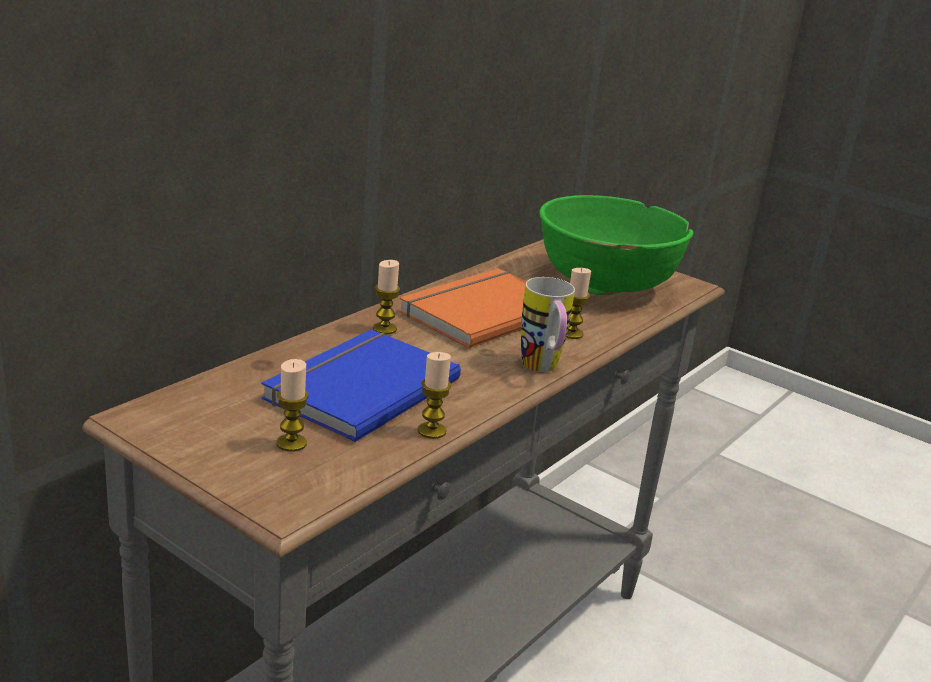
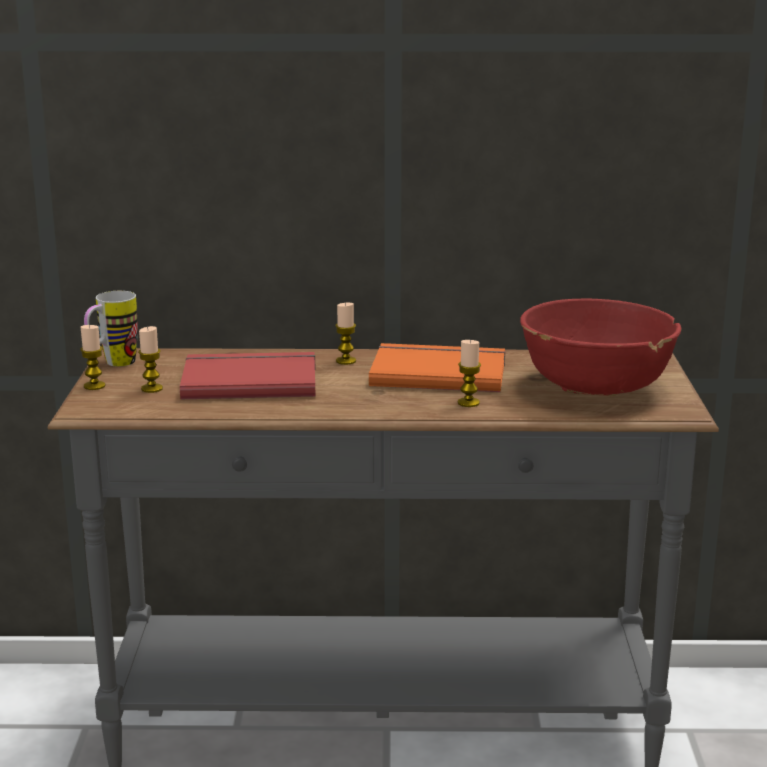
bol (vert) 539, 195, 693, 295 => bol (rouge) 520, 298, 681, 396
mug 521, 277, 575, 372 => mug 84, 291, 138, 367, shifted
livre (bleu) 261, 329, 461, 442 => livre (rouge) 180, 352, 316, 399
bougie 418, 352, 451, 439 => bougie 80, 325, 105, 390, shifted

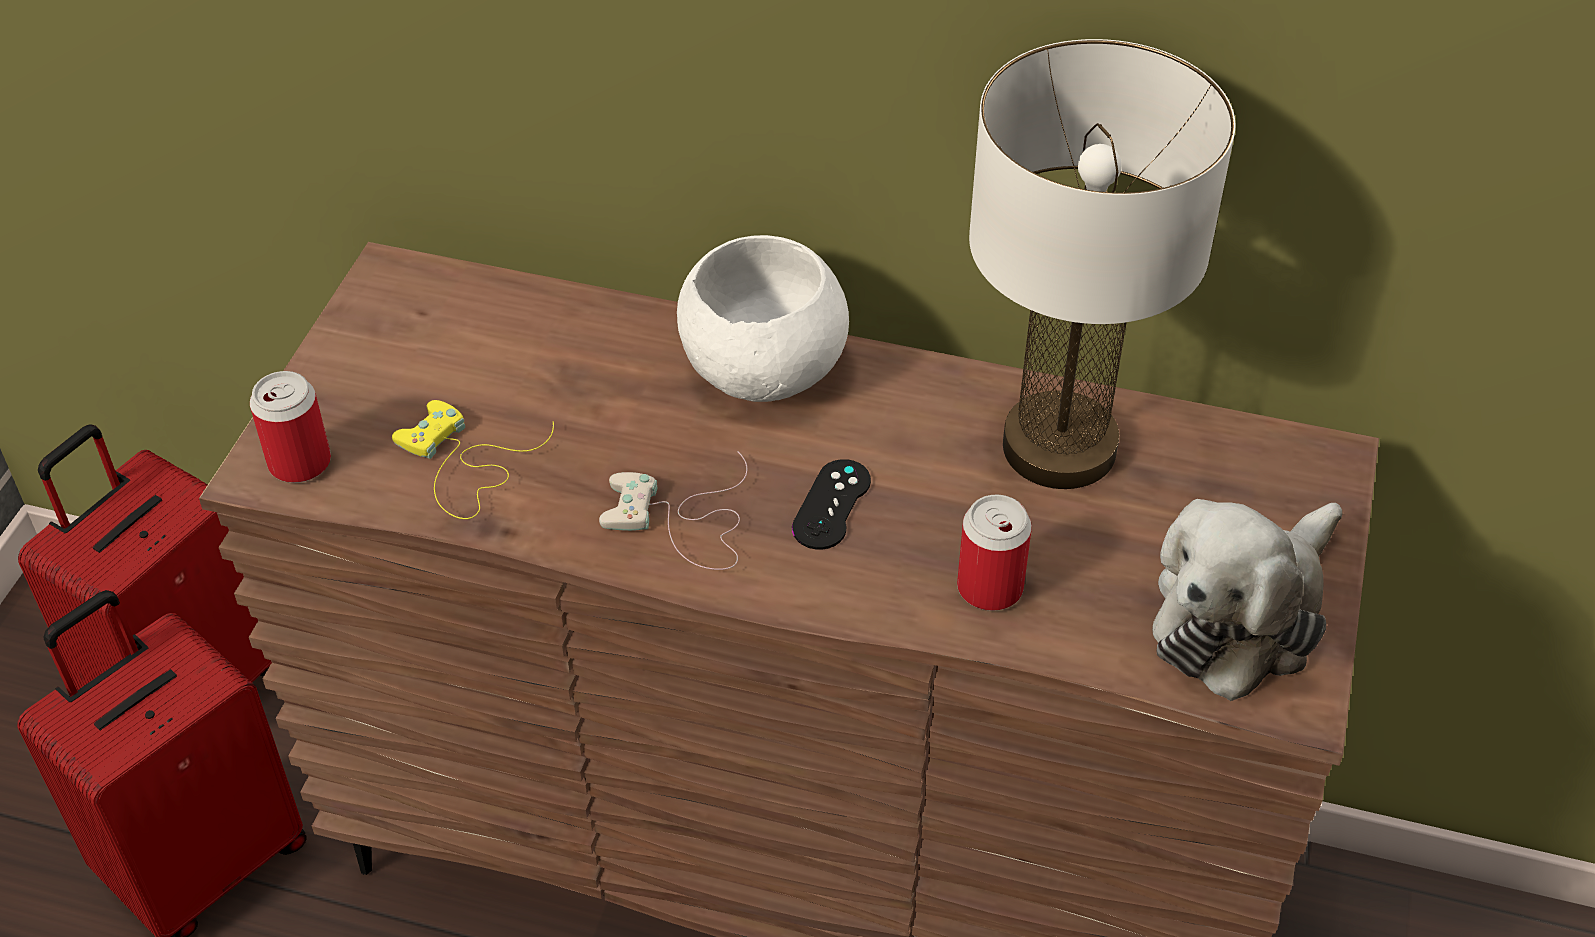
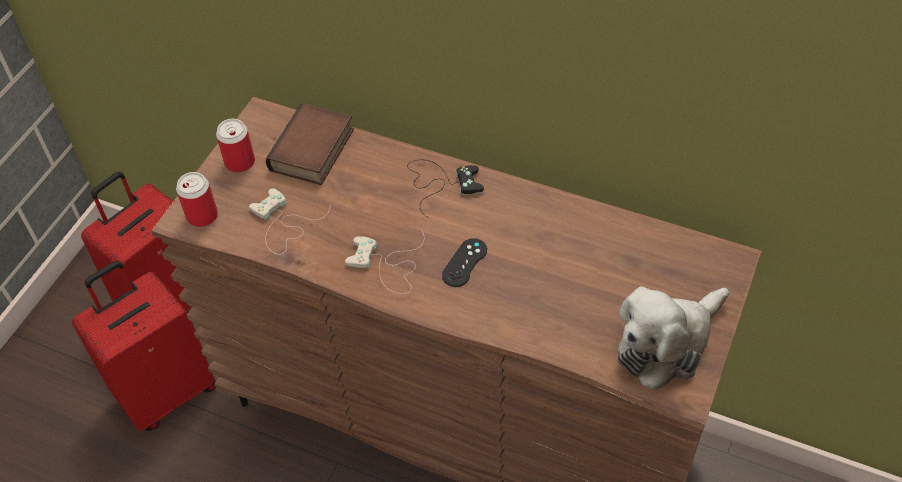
lampe de table 969, 39, 1235, 489 => nothing
bol (blanc) 677, 235, 849, 402 => manette (noir) 407, 160, 484, 218
manette (jaune) 392, 400, 554, 519 => manette (blanc) 249, 188, 331, 255
boîte métallique 957, 495, 1032, 611 => boîte métallique 216, 119, 255, 173, shifted
nothing => livre 266, 103, 354, 185

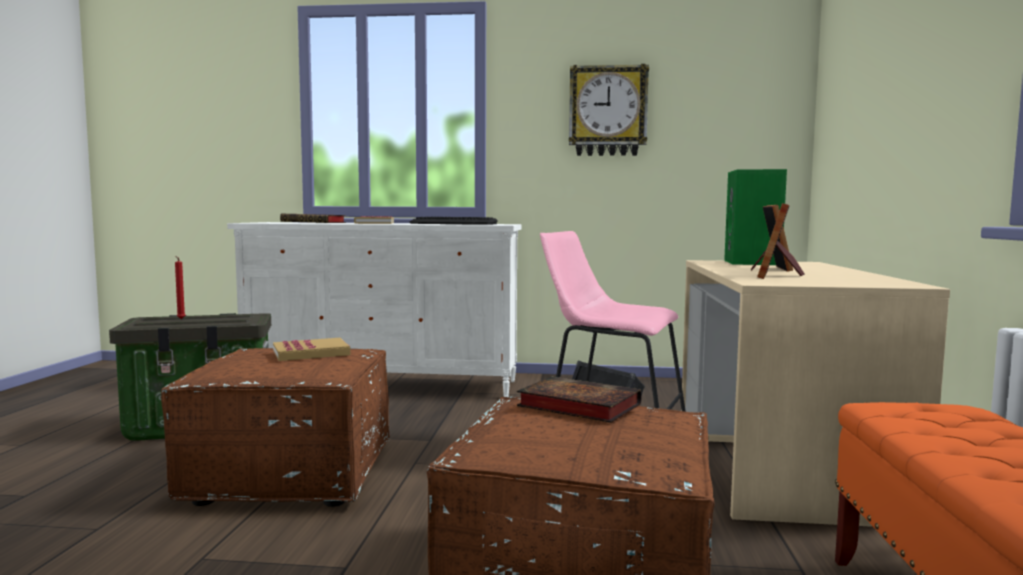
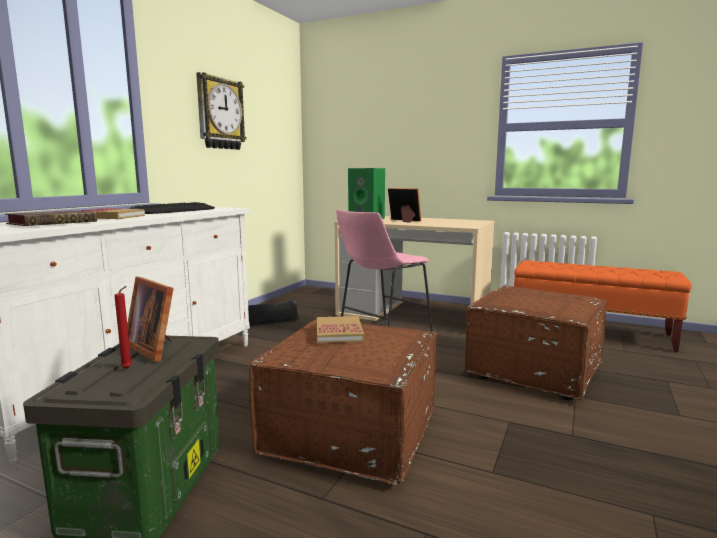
cadre photo 757, 203, 805, 279 => cadre photo 127, 277, 174, 362, shifted
livre 517, 376, 641, 423 => nothing

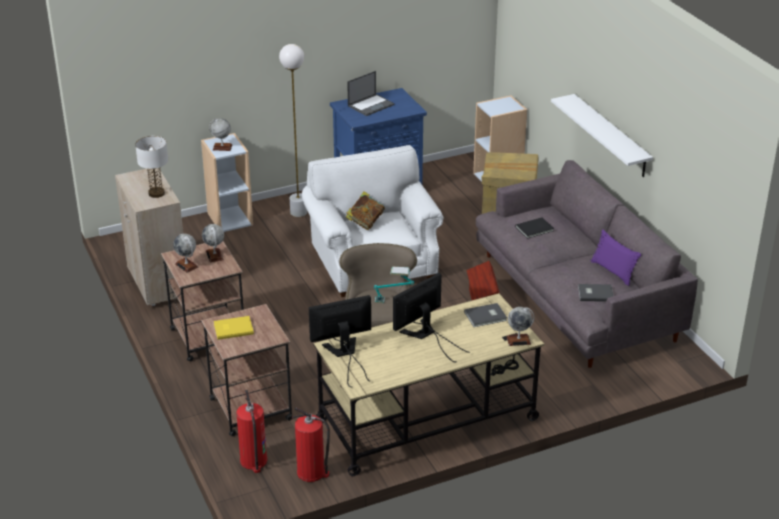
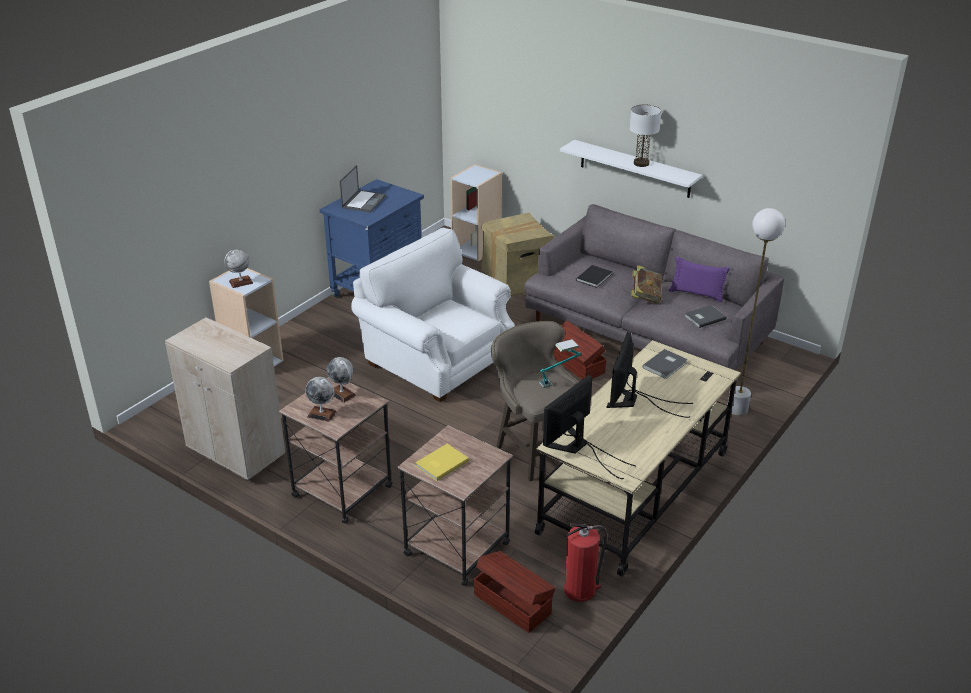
lampadaire (blanc) 279, 44, 307, 217 => lampadaire (blanc) 728, 208, 785, 415, shifted
lampe de table 135, 136, 168, 198 => lampe de table 629, 104, 662, 167, shifted
livre 346, 191, 385, 230 => livre 631, 265, 662, 303, shifted
globe 506, 307, 535, 346 => nothing
extincteur 236, 390, 267, 473 => boîte de rangement (marron) 474, 551, 556, 633

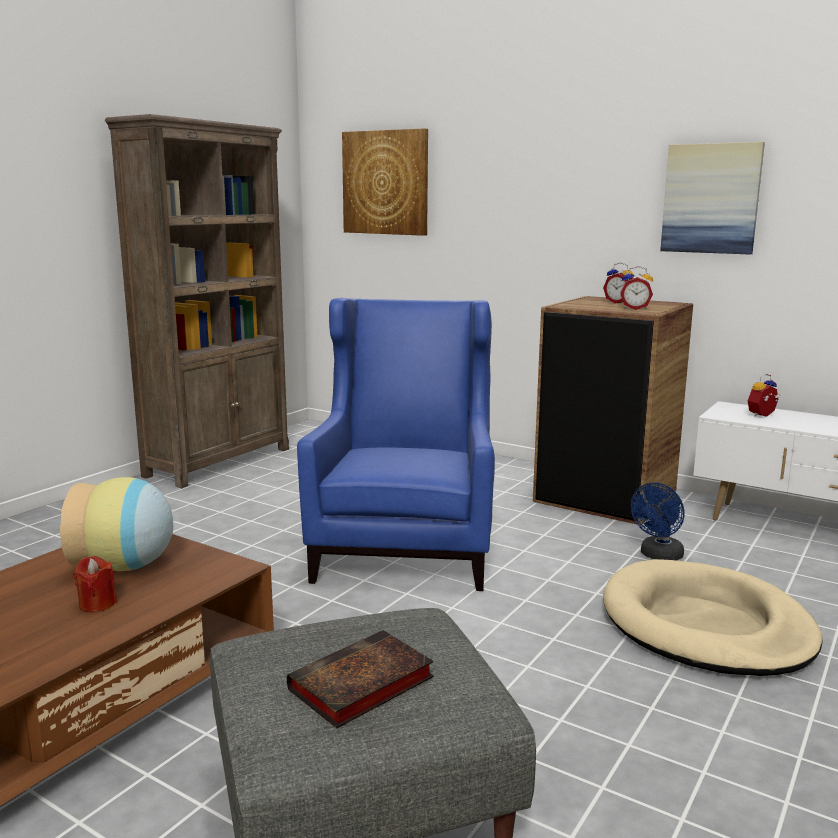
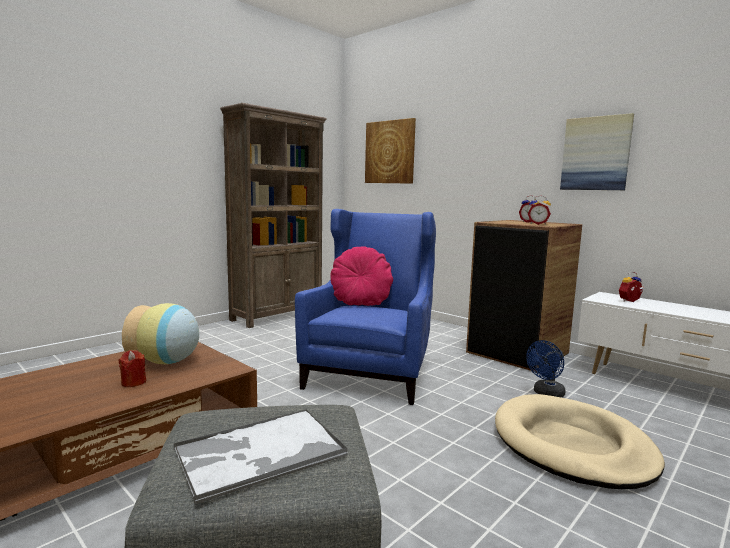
livre 287, 630, 434, 728 => plateau 174, 409, 348, 504
nothing => coussin (rose) 330, 246, 393, 306

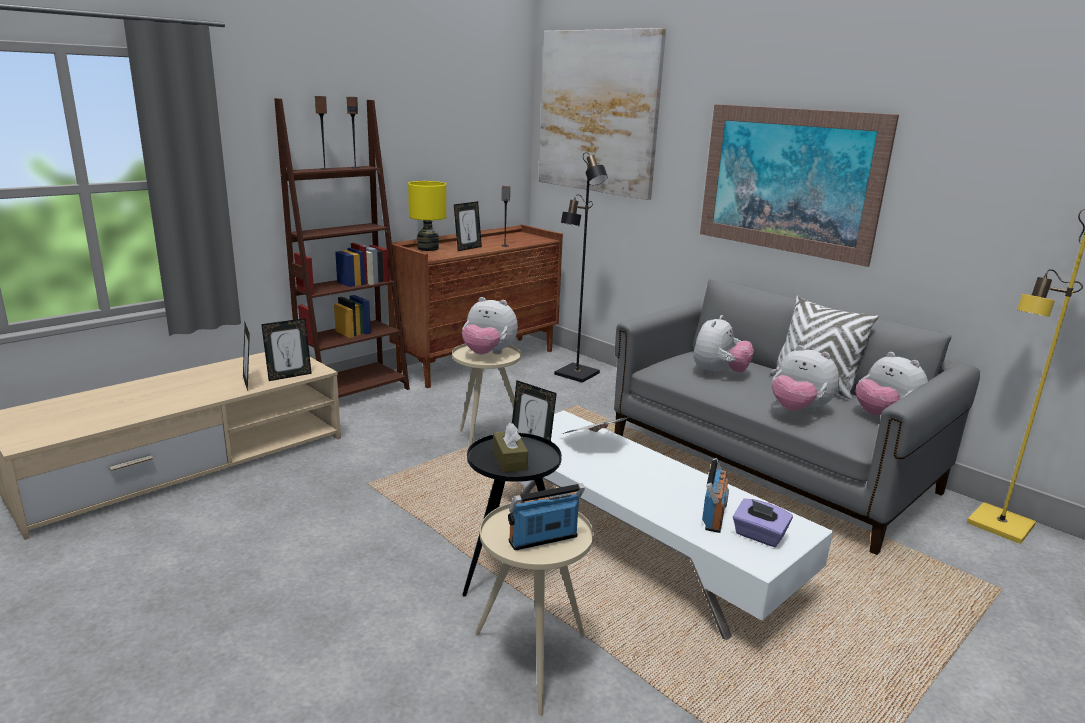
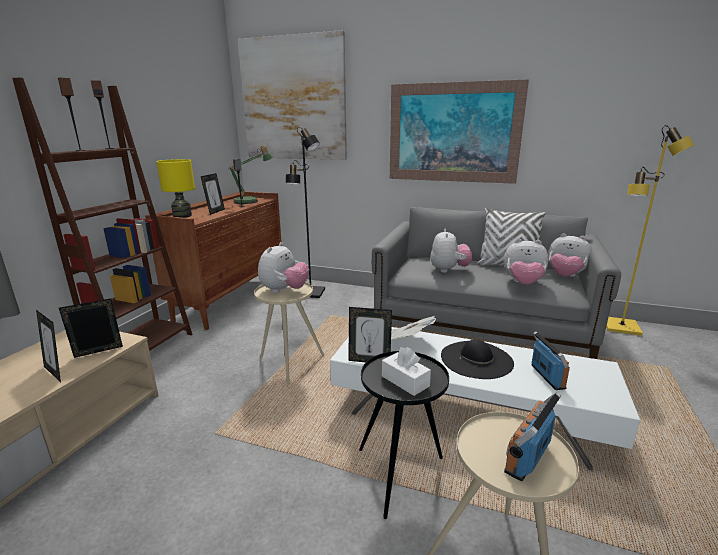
peluche 462, 297, 518, 355 => peluche 258, 242, 309, 293, 60 degrees counterclockwise
cadre photo 261, 318, 312, 381 => cadre photo 59, 298, 123, 358, 150 degrees counterclockwise
boîte à mouchoirs (marron) 493, 423, 528, 473 => boîte à mouchoirs (blanc) 382, 347, 431, 396
boîte à mouchoirs (violet) 733, 499, 793, 547 => nothing
nothing => lampe de table 228, 145, 273, 204
nothing => chapeau (noir) 441, 339, 514, 379

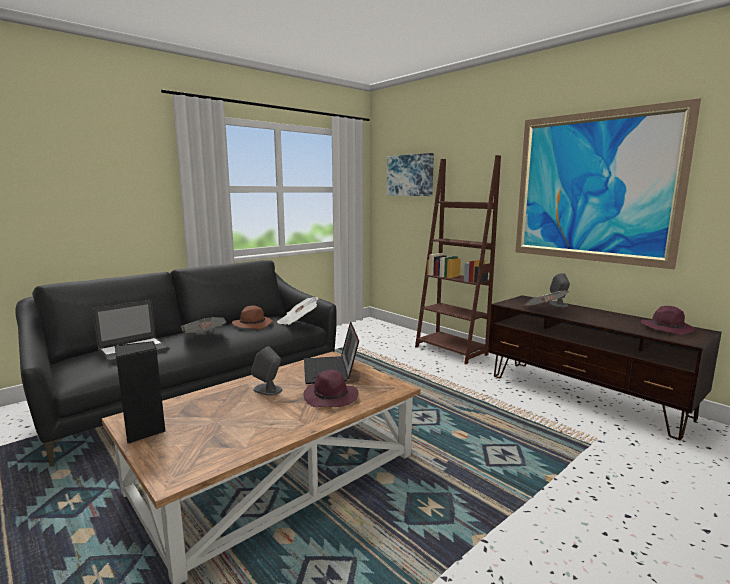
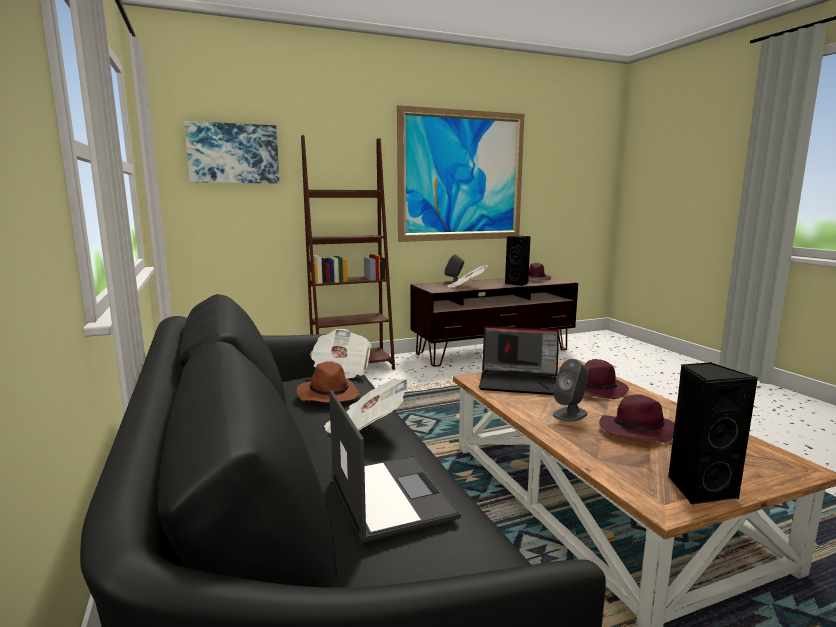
nothing => enceinte (noir) 505, 236, 531, 286
nothing => chapeau (violet) 599, 394, 675, 443

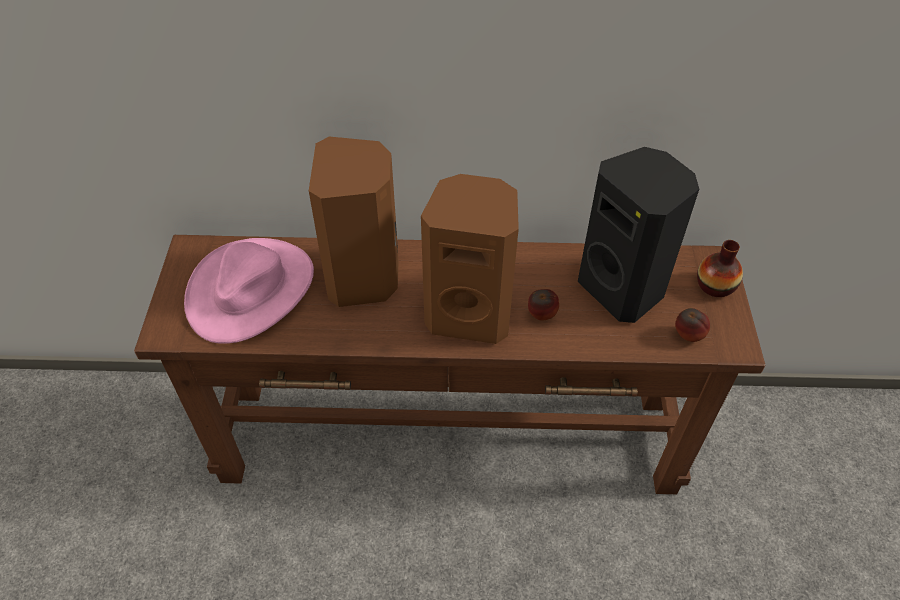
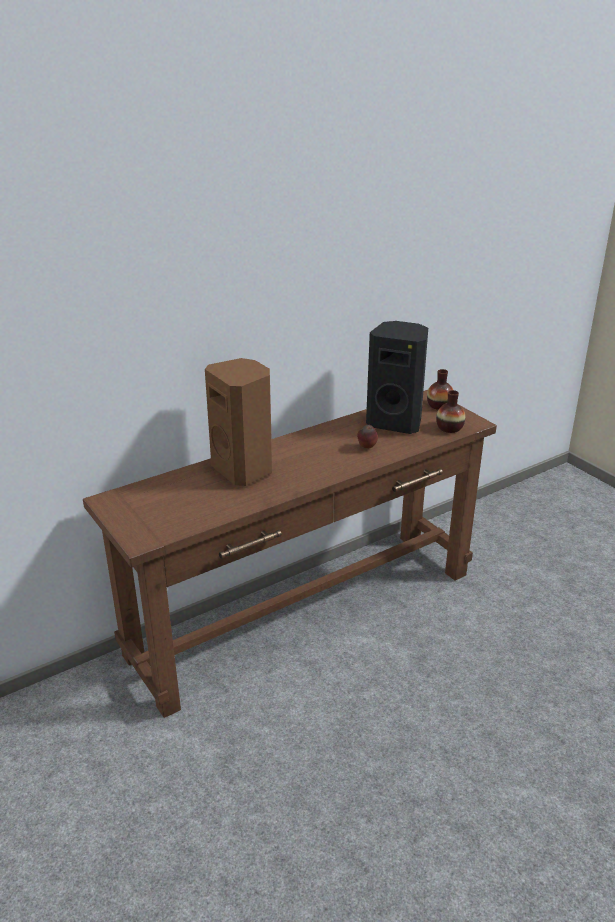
enceinte (marron) 421, 174, 519, 344 => nothing
chapeau (rose) 184, 238, 314, 344 => nothing
pomme 675, 308, 710, 342 => vase 436, 390, 465, 433

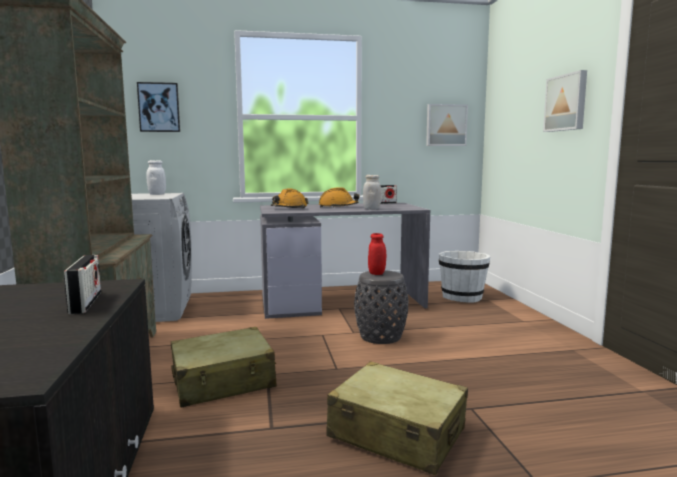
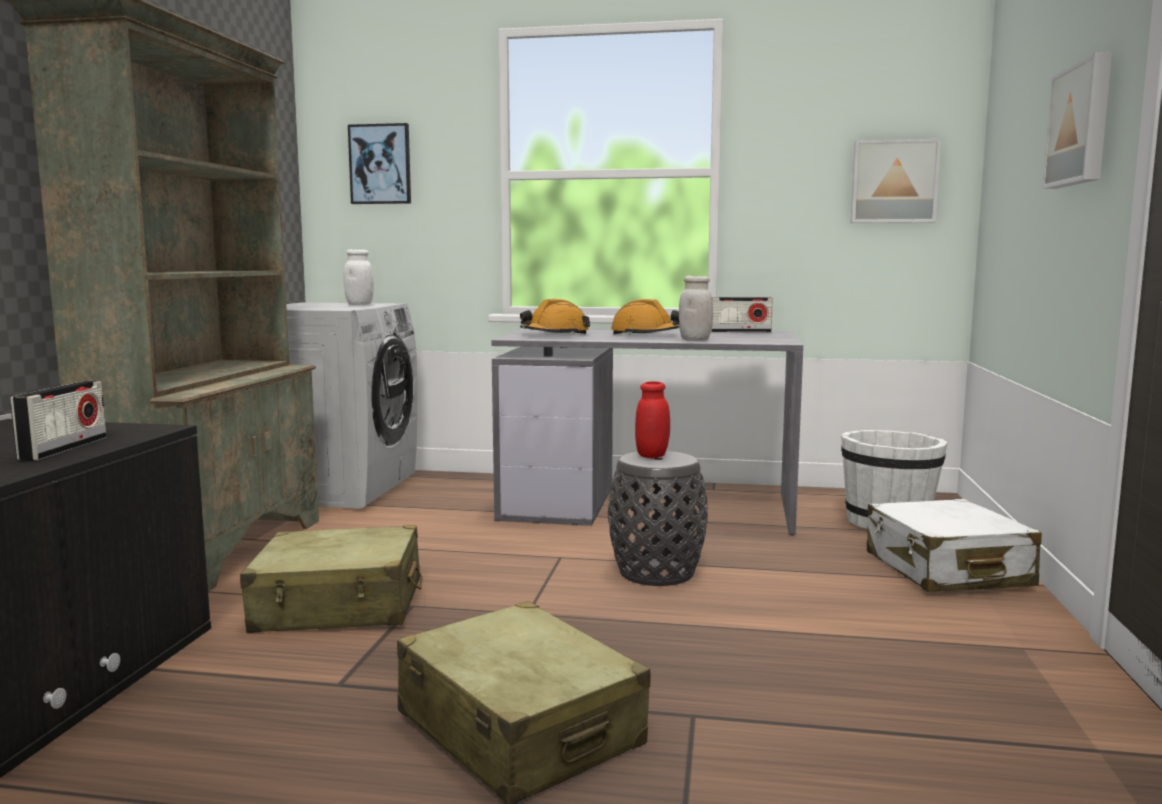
nothing => valise (blanc) 867, 499, 1042, 592

